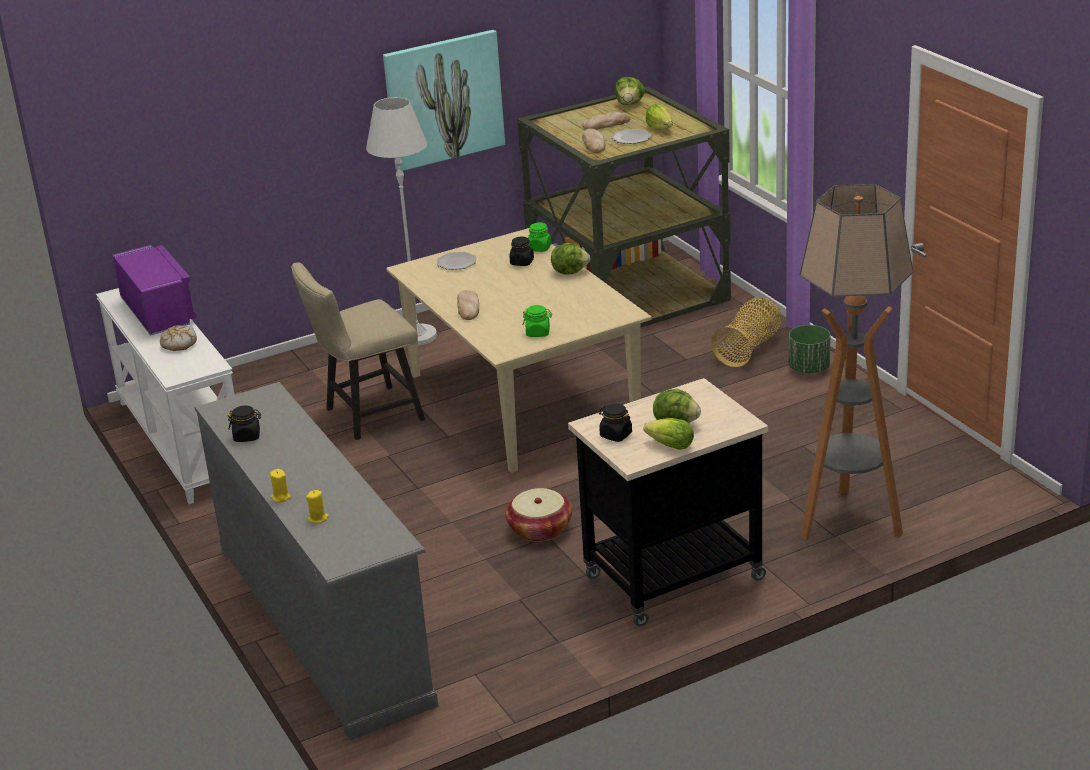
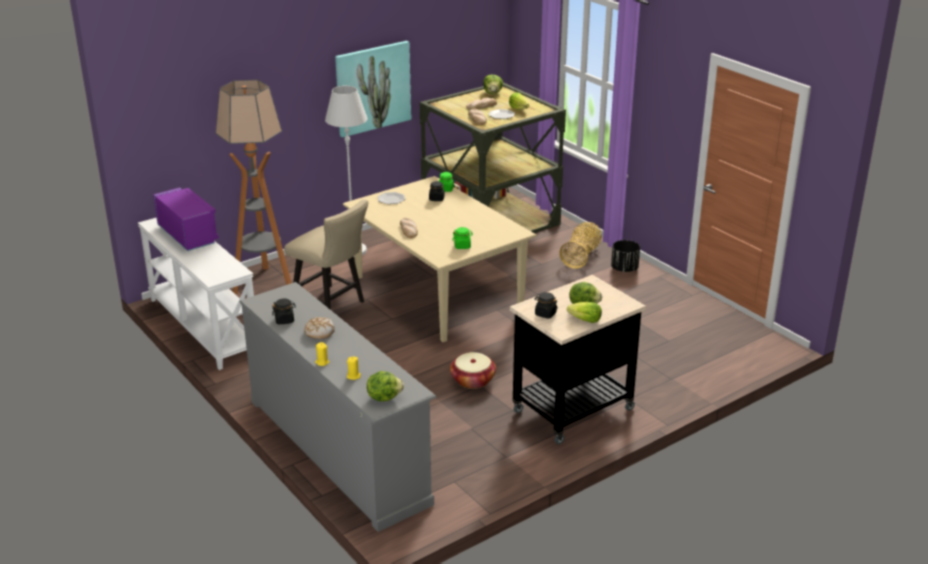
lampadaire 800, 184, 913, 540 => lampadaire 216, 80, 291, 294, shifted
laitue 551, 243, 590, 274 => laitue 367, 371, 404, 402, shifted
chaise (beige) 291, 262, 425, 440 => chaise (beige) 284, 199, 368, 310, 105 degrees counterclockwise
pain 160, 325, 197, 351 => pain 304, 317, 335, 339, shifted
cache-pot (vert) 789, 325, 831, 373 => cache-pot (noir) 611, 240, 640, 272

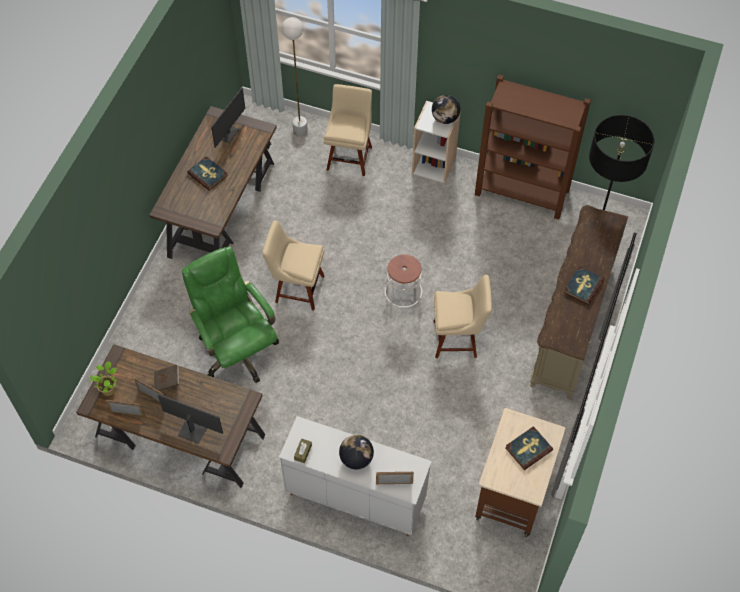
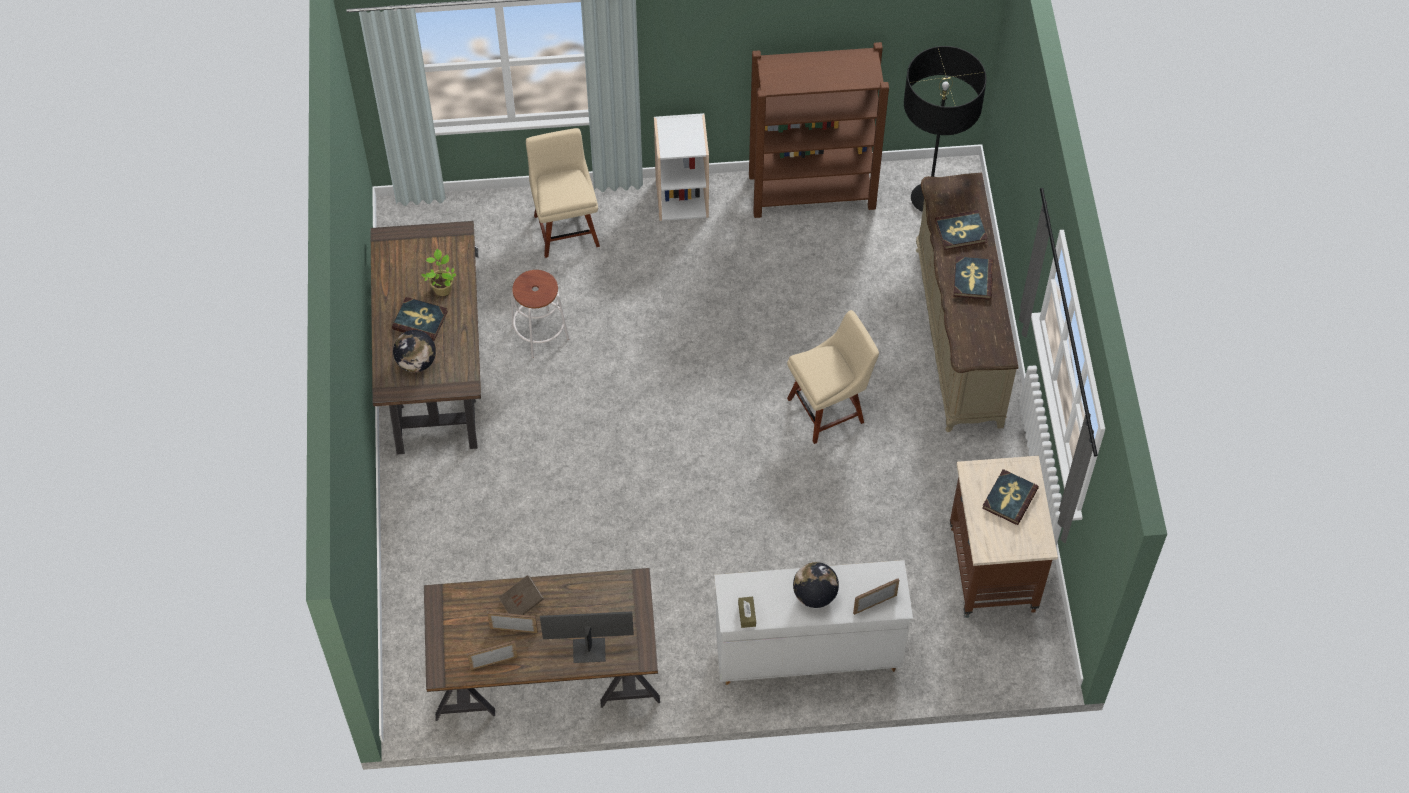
lampadaire (blanc) 282, 17, 308, 137 => nothing
écran d'ordinateur 211, 88, 245, 148 => nothing
globe 432, 95, 460, 124 => globe 393, 330, 436, 372, shifted
chaise (beige) 262, 220, 324, 310 => nothing
chaise de bureau (vert) 182, 246, 279, 383 => nothing
tabouret (blanc) 384, 254, 423, 315 => tabouret (blanc) 511, 270, 569, 358, shifted
plante en pot 90, 361, 117, 396 => plante en pot 421, 249, 456, 296, shifted
nothing => livre 935, 210, 988, 250

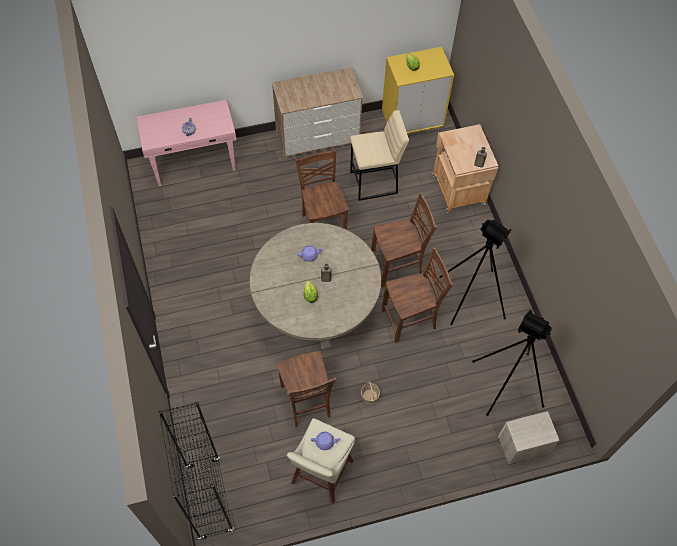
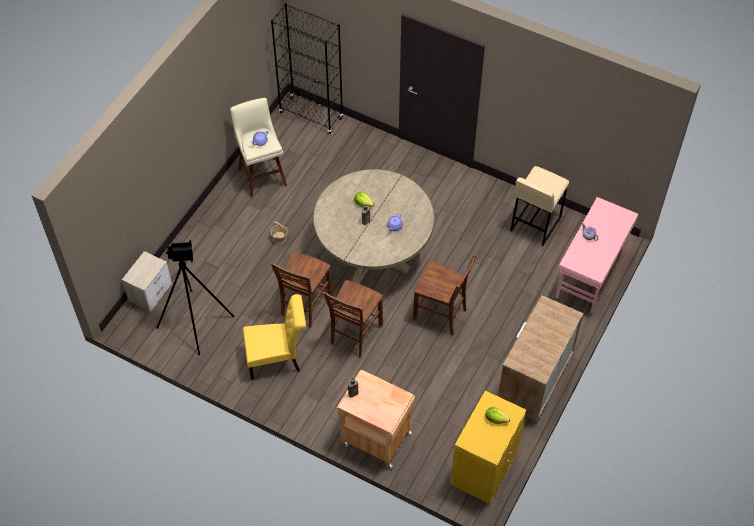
tabouret (beige) 350, 110, 409, 201 => tabouret (beige) 510, 166, 569, 246, shifted
lampadaire (noir) 439, 219, 512, 325 => chaise (jaune) 243, 294, 306, 380
chaise (marron) 276, 351, 336, 427 => nothing

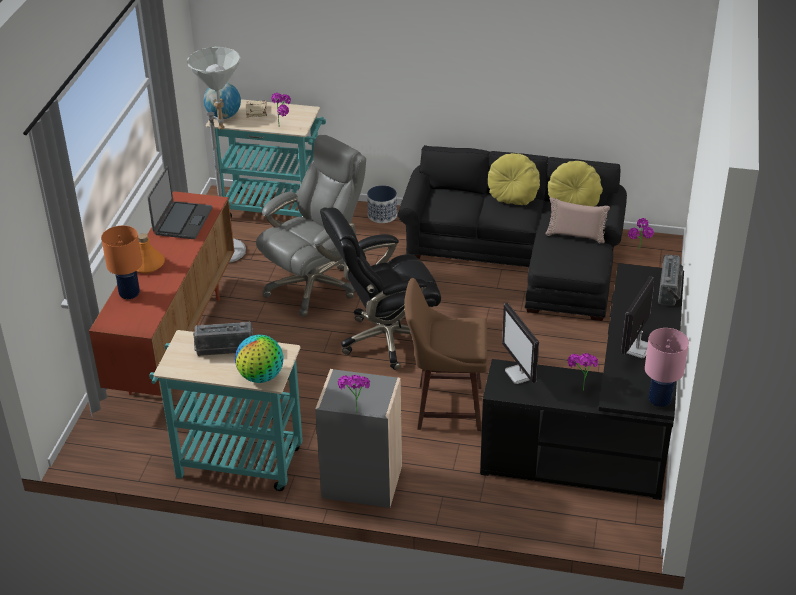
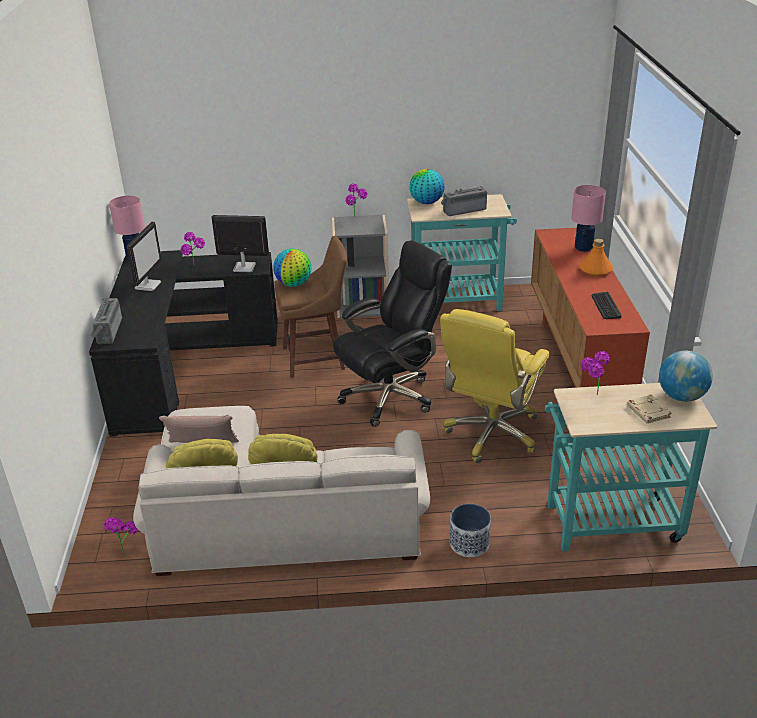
lampadaire (gris) 187, 47, 246, 263 => nothing
chaise de bureau (gris) 256, 135, 366, 317 => chaise de bureau (jaune) 440, 309, 550, 463
canapé (noir) 398, 145, 627, 321 => canapé (beige) 133, 406, 430, 576
ordinateur portable 147, 166, 213, 239 => clavier 592, 292, 622, 319
lampe de table (orange) 101, 226, 142, 299 => lampe de table (rose) 571, 185, 606, 252
écran d'ordinateur 502, 303, 539, 384 => écran d'ordinateur 212, 215, 269, 272, 45 degrees counterclockwise
nothing => globe 273, 249, 311, 287

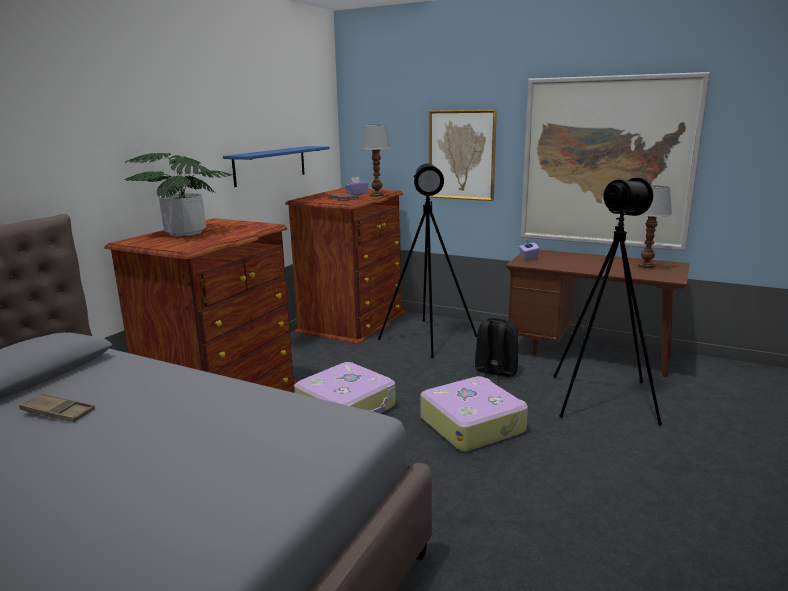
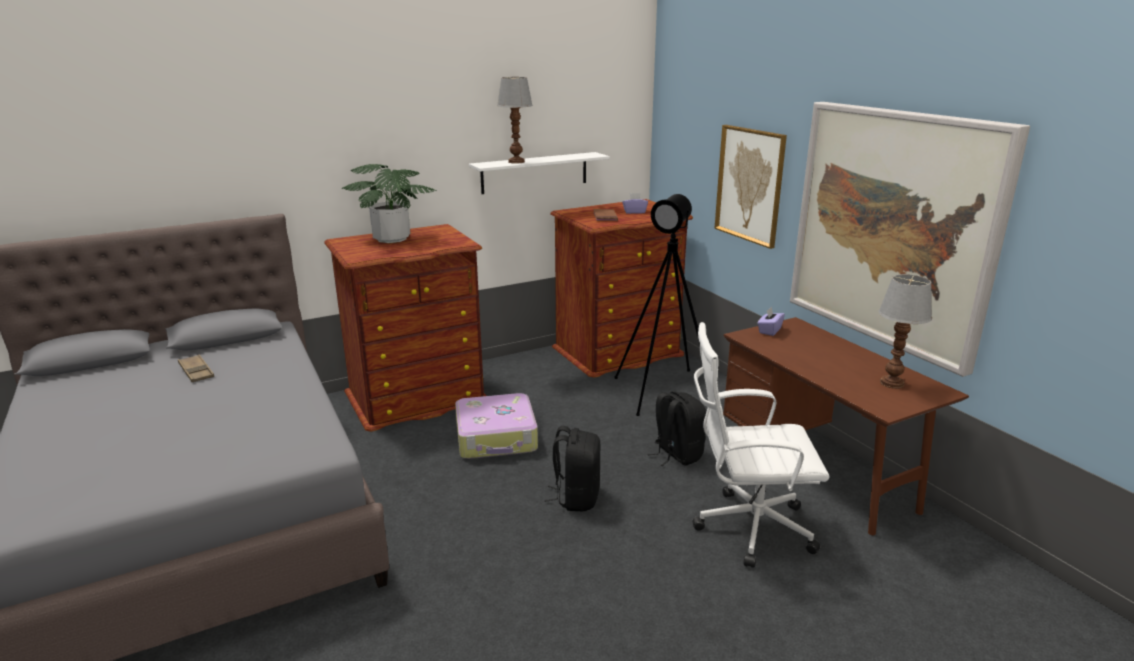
lampe de table 361, 125, 391, 197 => lampe de table 497, 77, 533, 163, shifted
étagère (bleu) 223, 146, 330, 187 => étagère (blanc) 469, 152, 610, 194
lampadaire (noir) 553, 178, 662, 426 => chaise de bureau (blanc) 692, 322, 829, 568
valise 421, 376, 528, 452 => sac à dos (noir) 544, 426, 600, 511

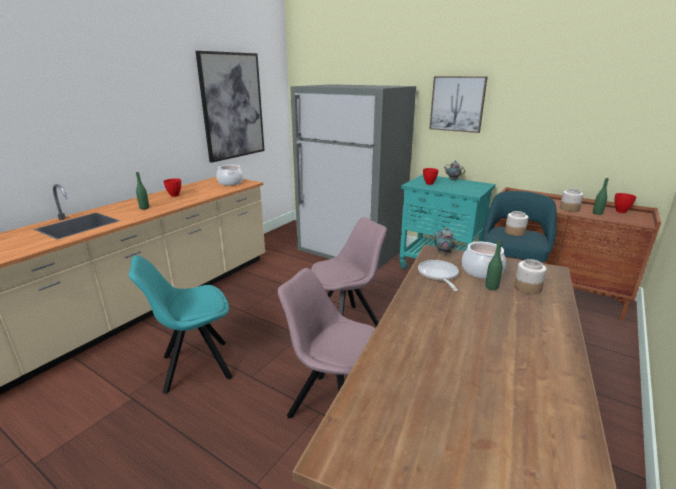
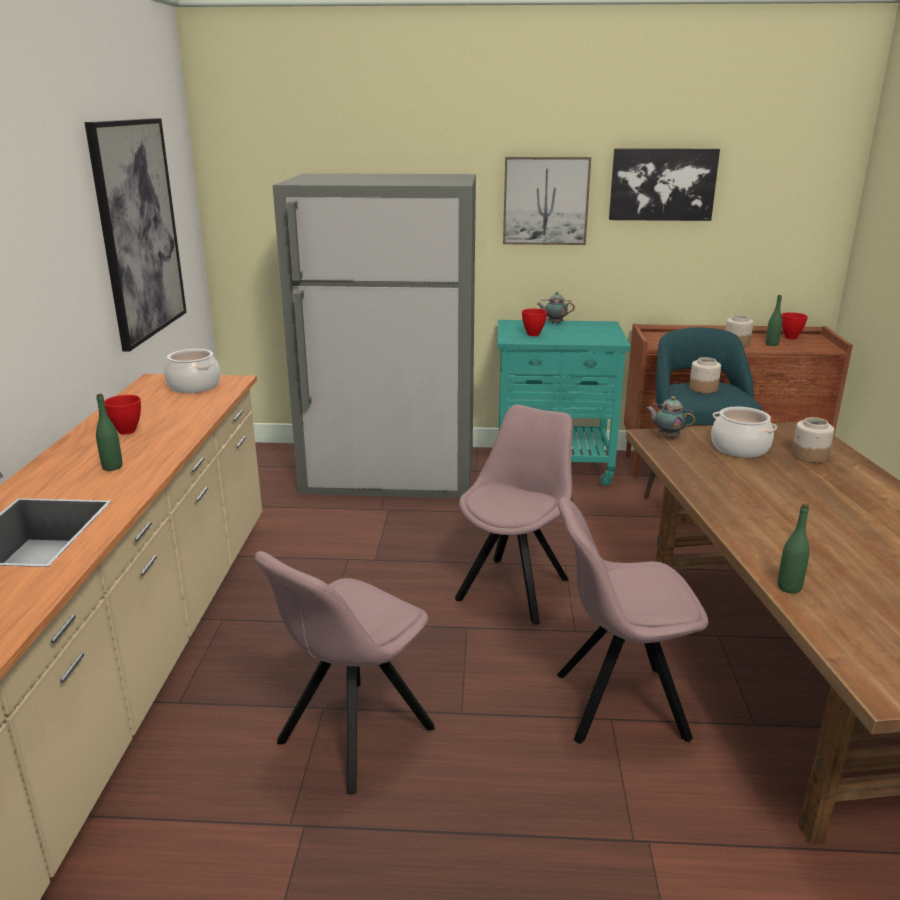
bouteille (vert) 485, 240, 502, 290 => bouteille (vert) 778, 504, 810, 593, shifted
chaise (turquoise) 129, 255, 233, 394 => chaise (rose) 254, 551, 435, 794
poêle 418, 260, 459, 291 => nothing
nothing => tableau 609, 148, 720, 221

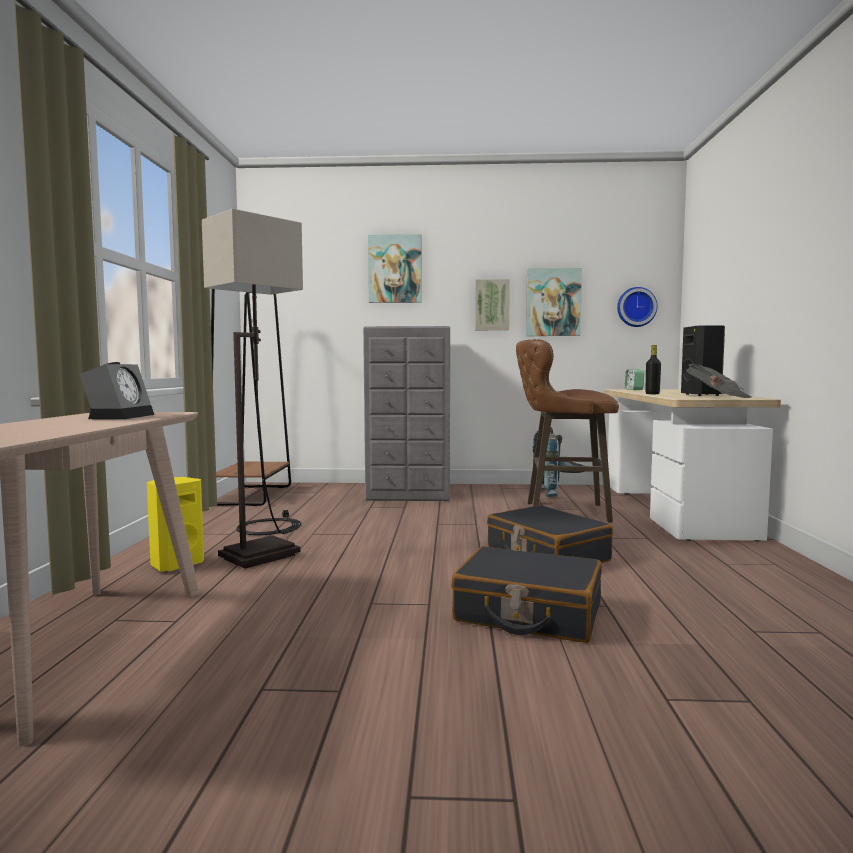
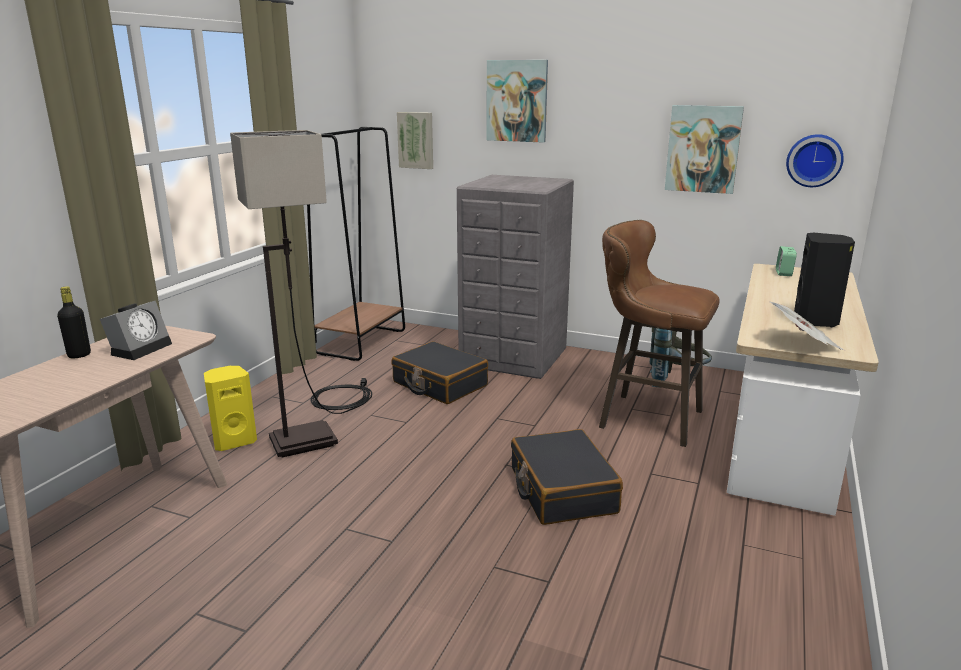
tableau 475, 279, 510, 330 => tableau 397, 112, 433, 169, shifted
bouteille (noir) 645, 345, 661, 394 => bouteille (noir) 57, 286, 91, 358, shifted
valise (noir) 451, 546, 602, 643 => valise (noir) 391, 341, 488, 404, shifted

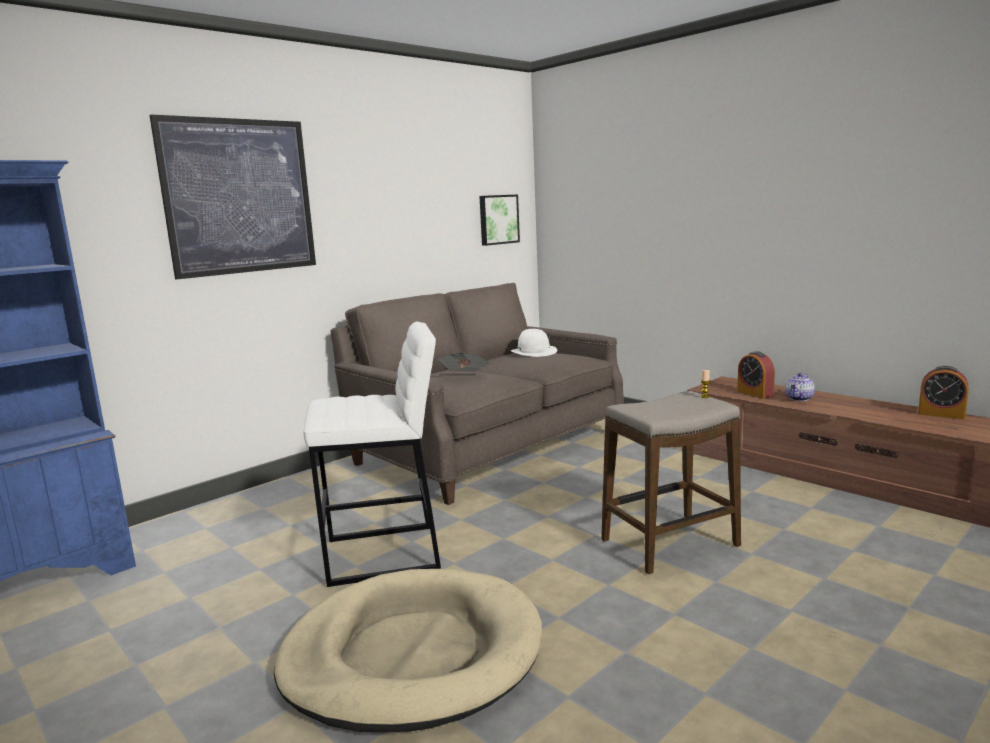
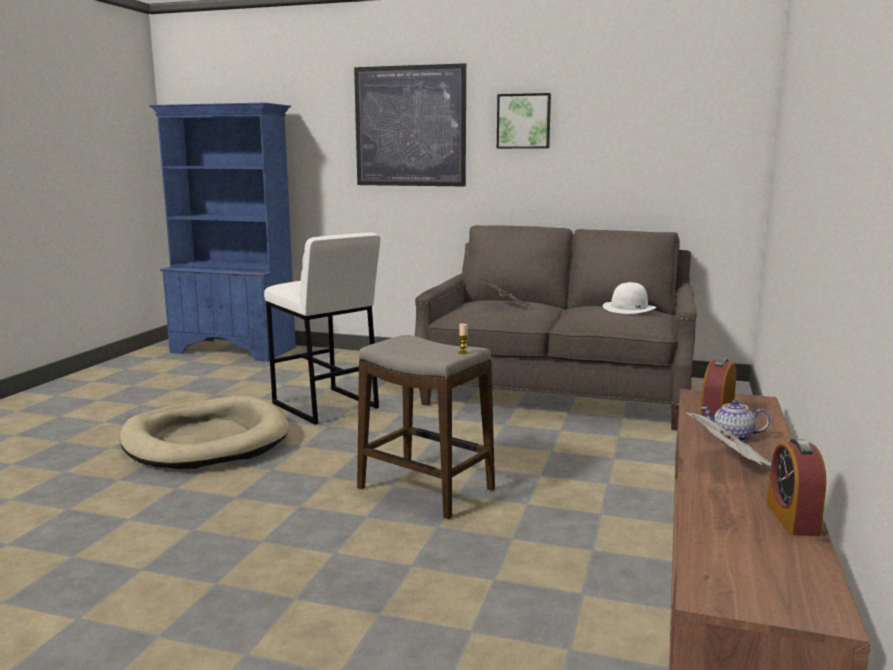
tableau 479, 195, 520, 246 => tableau 497, 93, 551, 149, shifted
nothing => journal 687, 413, 772, 466

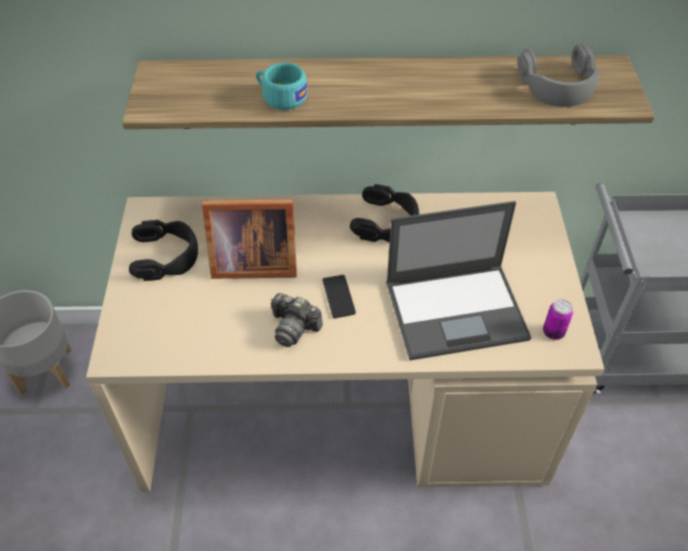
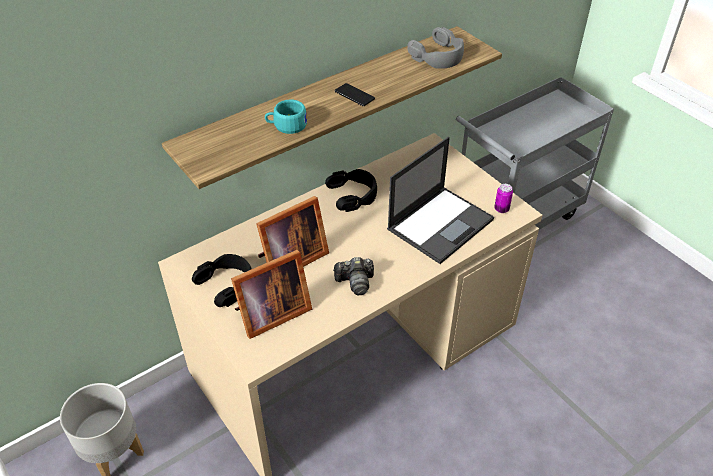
téléphone 322, 275, 356, 318 => téléphone 335, 83, 375, 106, shifted
nothing => cadre photo 231, 250, 312, 339

